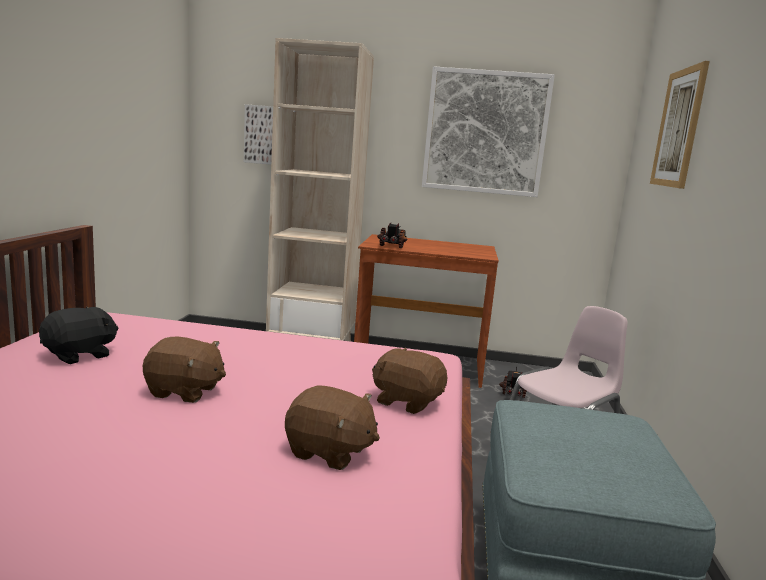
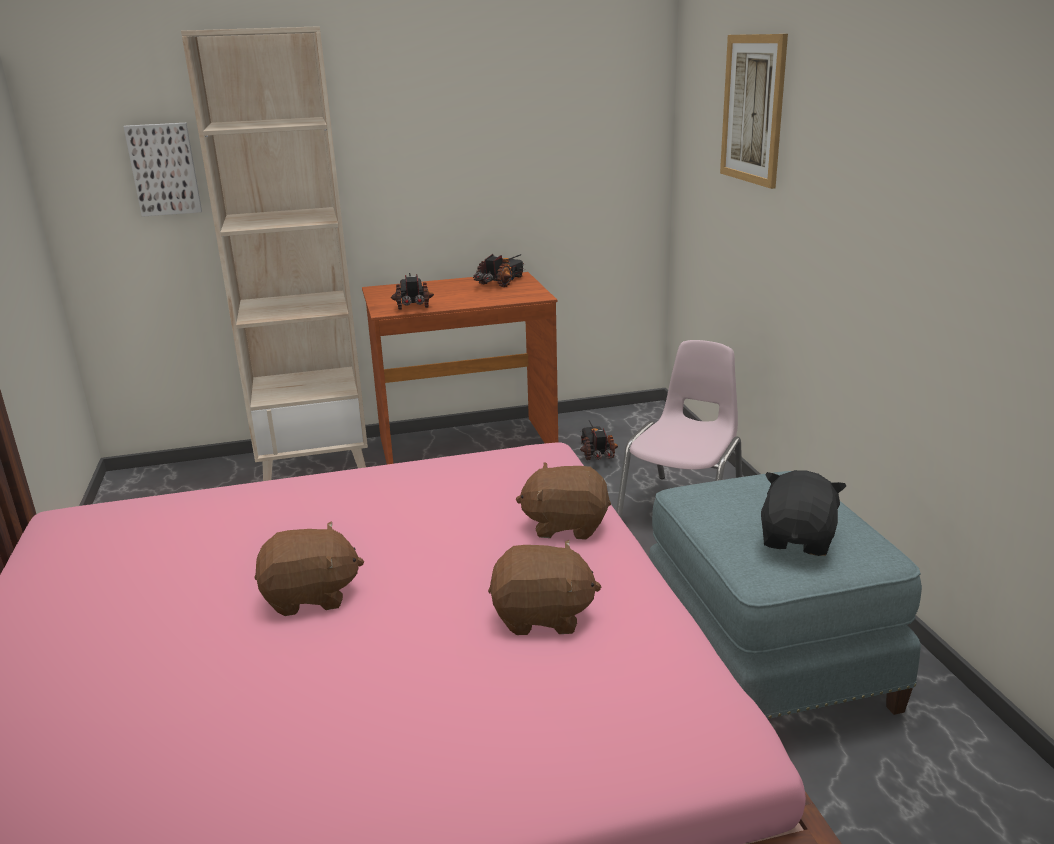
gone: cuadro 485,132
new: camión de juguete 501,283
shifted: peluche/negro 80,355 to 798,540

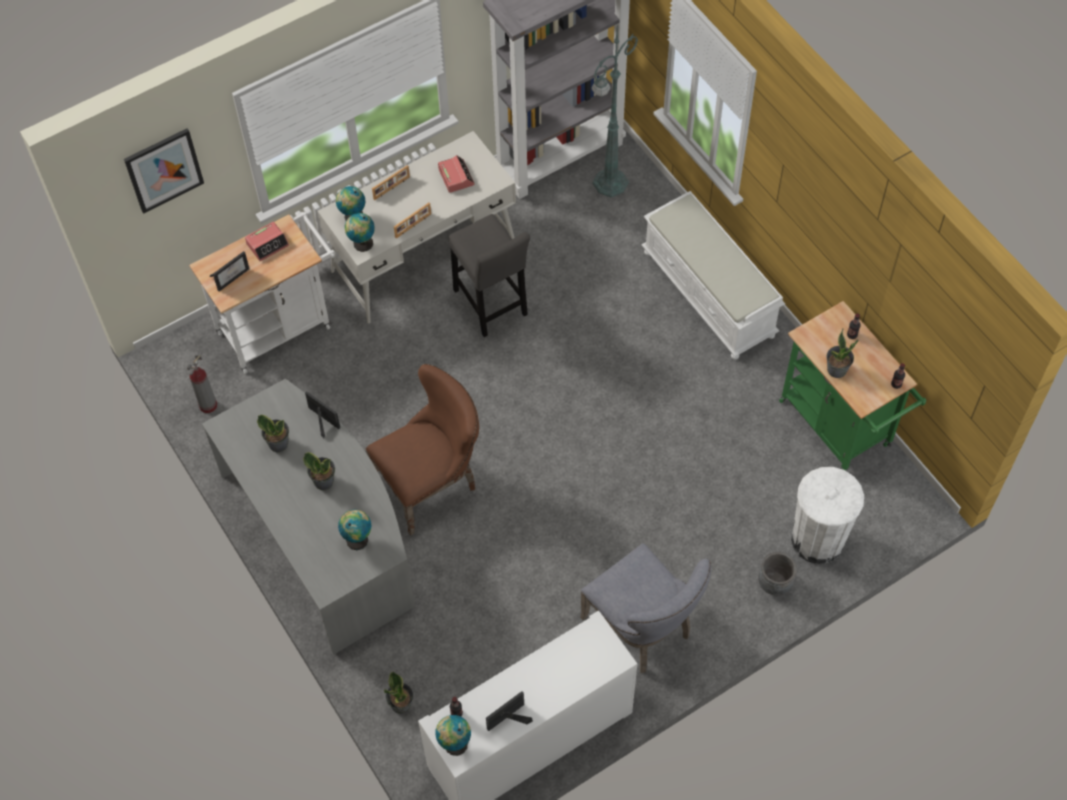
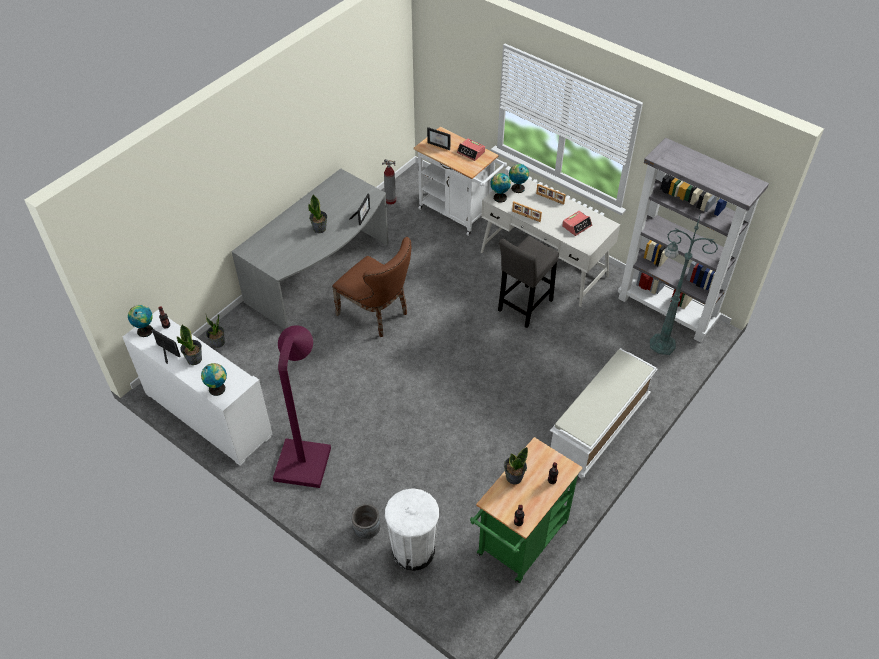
gone: cuadro 164,170
shifted: planta en maceta 278,443 to 194,359; globo terráqueo 357,538 to 218,389
swapped: silla/gris 643,629 to lámpara de pie/morado 305,456

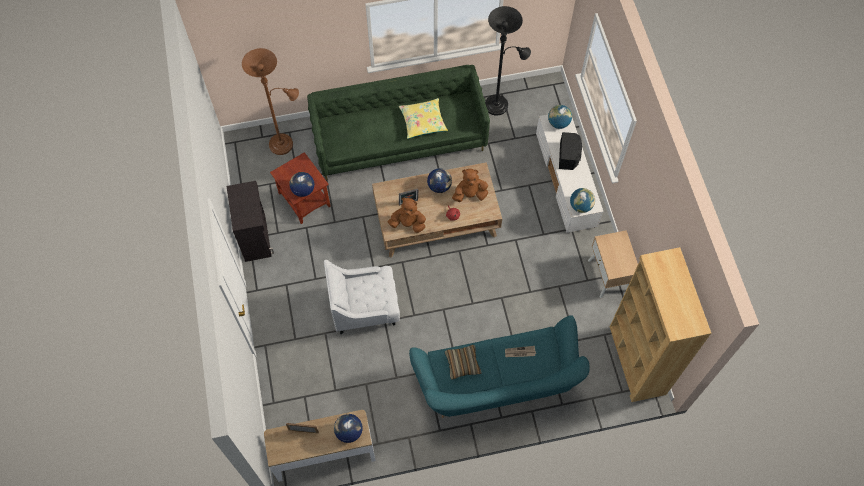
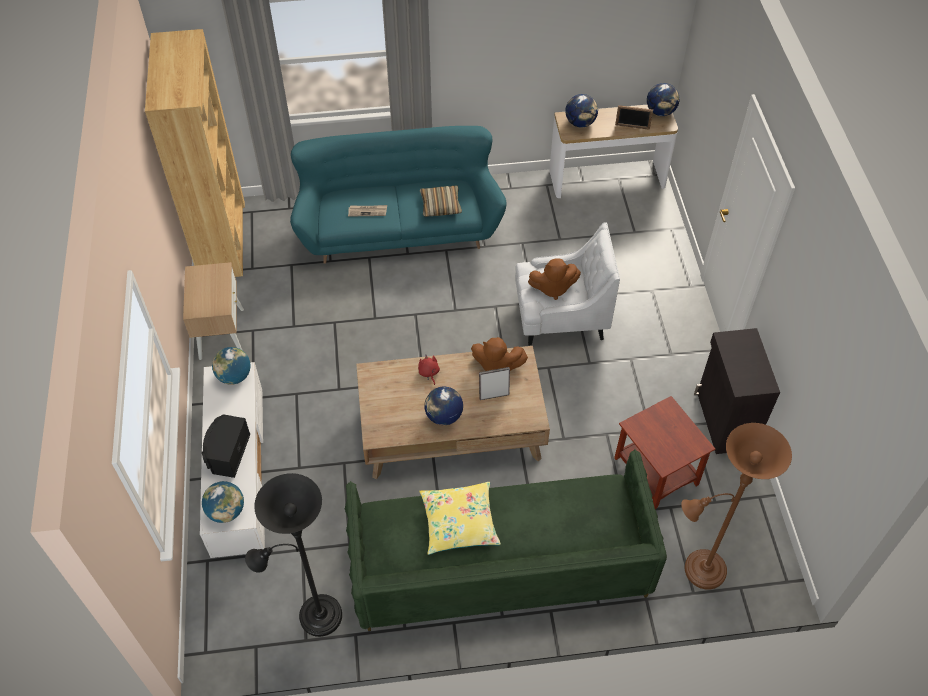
shifted: peluche/marrón 470,194 to 553,288; globo terráqueo 303,190 to 660,112

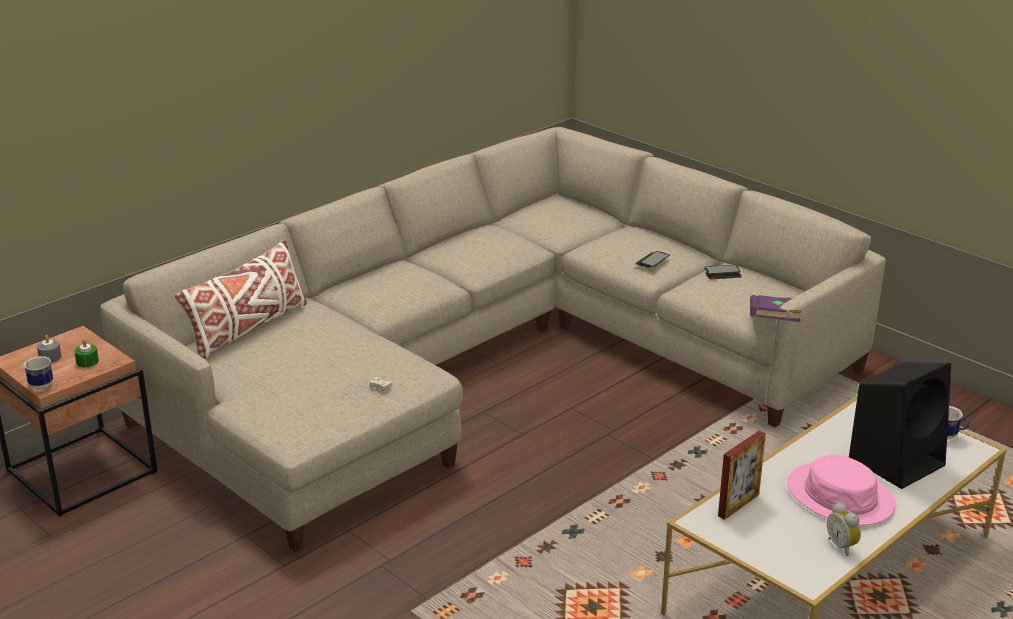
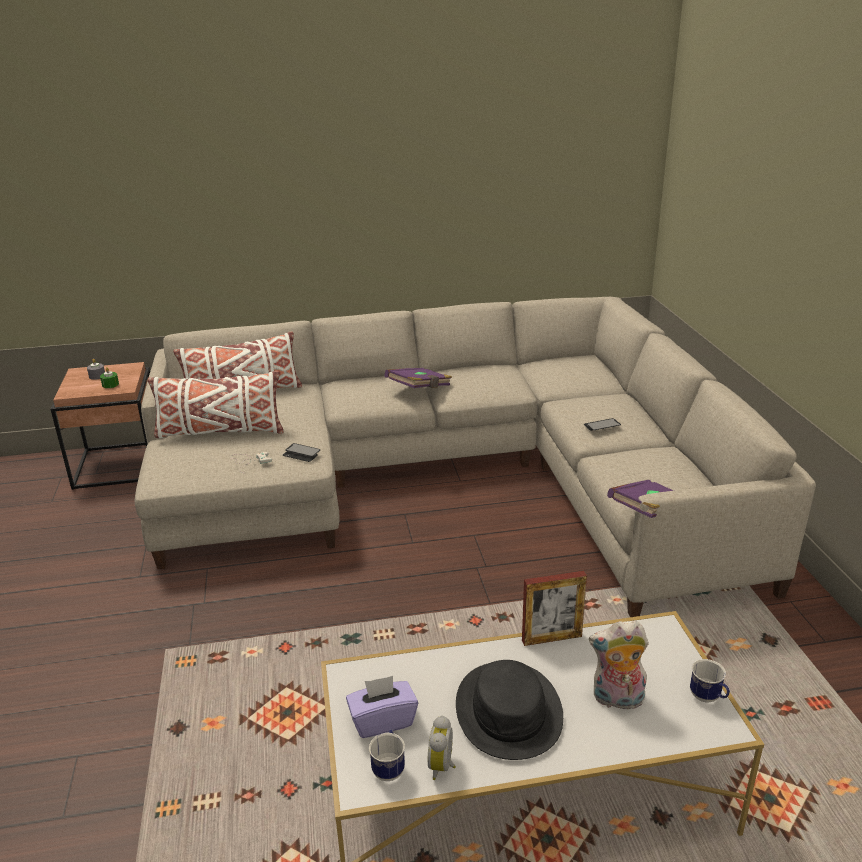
new: cojín/blanco 220,431; caja de pañuelos/morado 382,720; libro/morado 420,389
shifted: móvil 722,273 to 301,453; taza grande 40,384 to 389,768; portarretratos 738,505 to 551,638
swapped: altavoz/negro 897,460 to peluche 616,700
repainted: sombrero/rosa 840,496 to sombrero/negro 509,711

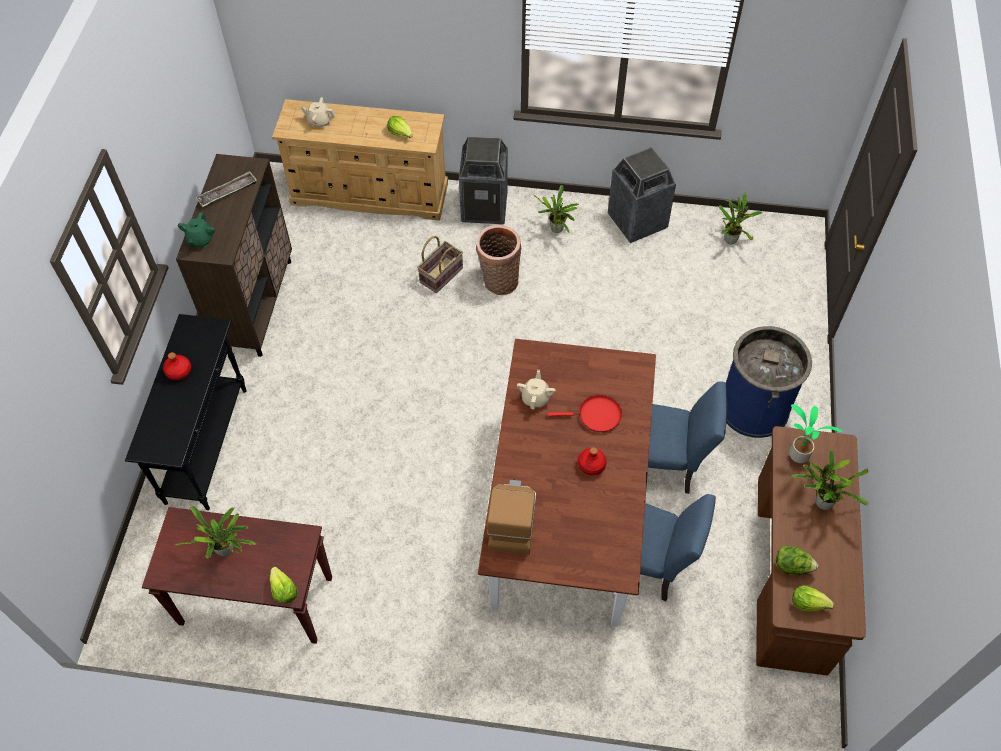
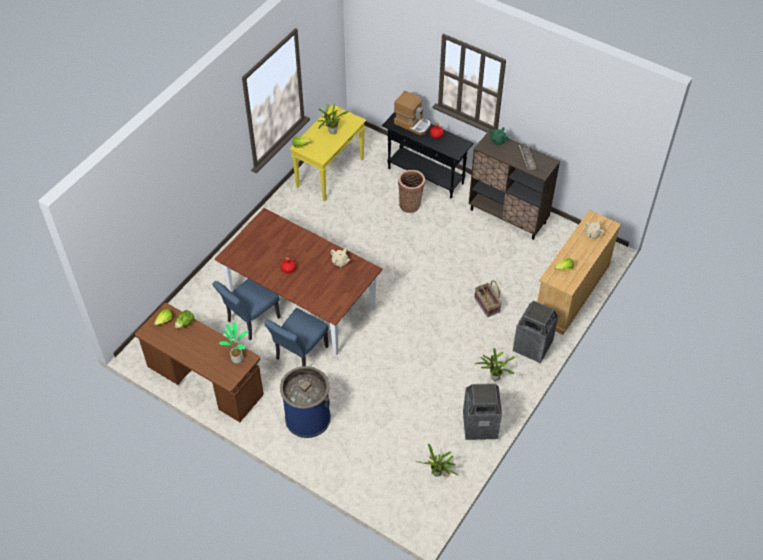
gone: sartén/rojo 596,415; planta en maceta 821,501
shifted: cafetera 511,521 to 412,123; cesta 498,281 to 410,204
repainted: mesa consola/marrón 255,601 to mesa consola/amarillo 330,173

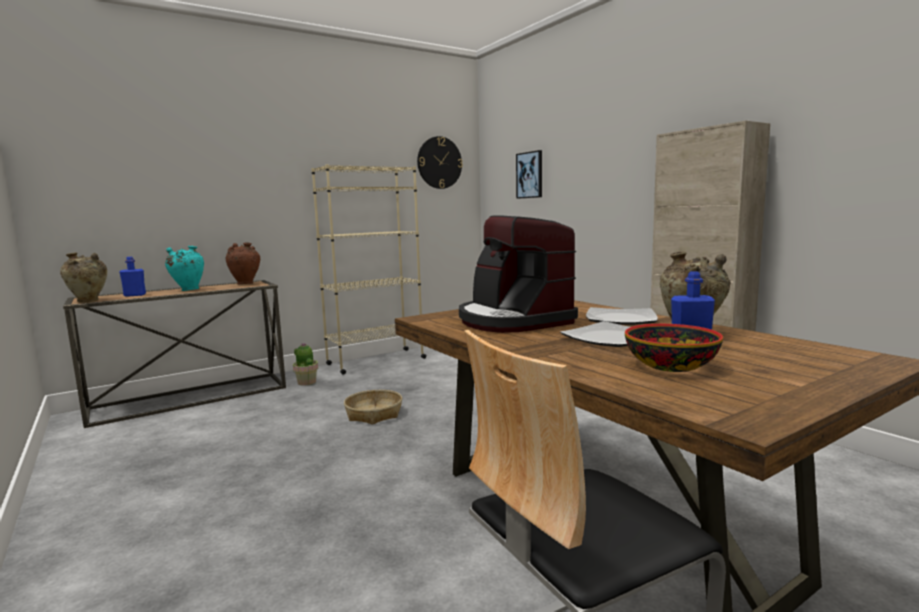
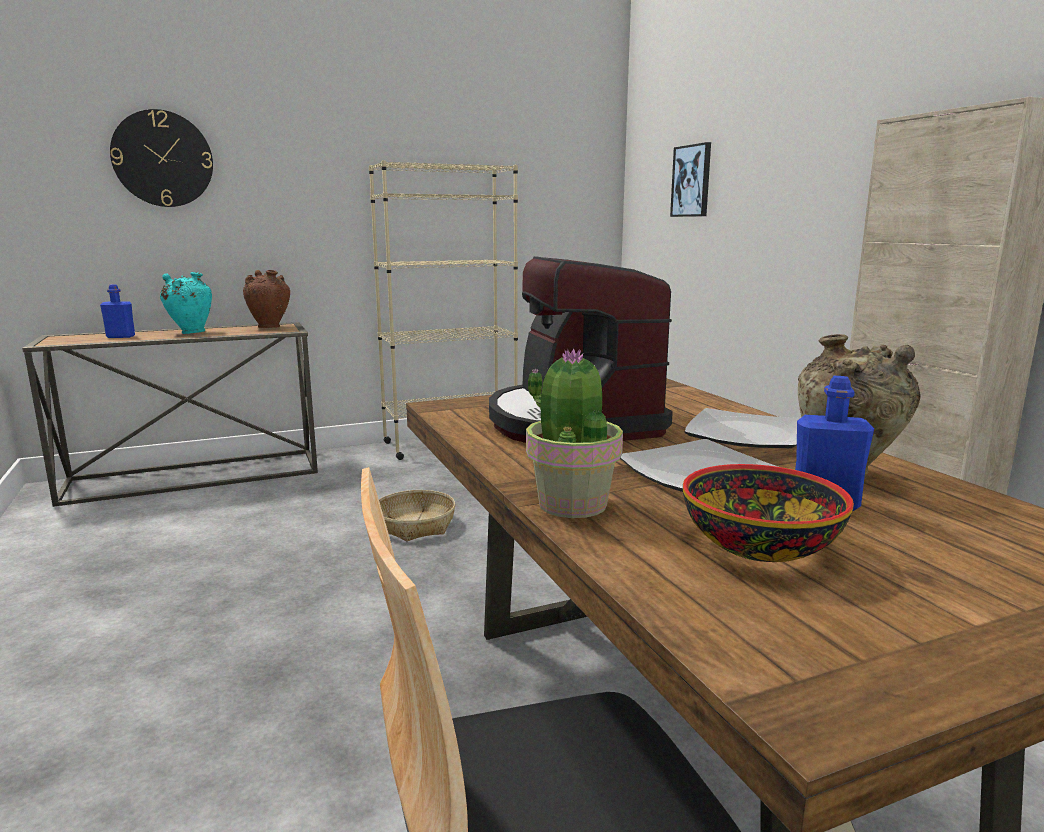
gone: florero/beis 89,301
shifted: reloj de pared 439,162 to 163,159; planta en maceta 307,382 to 572,504

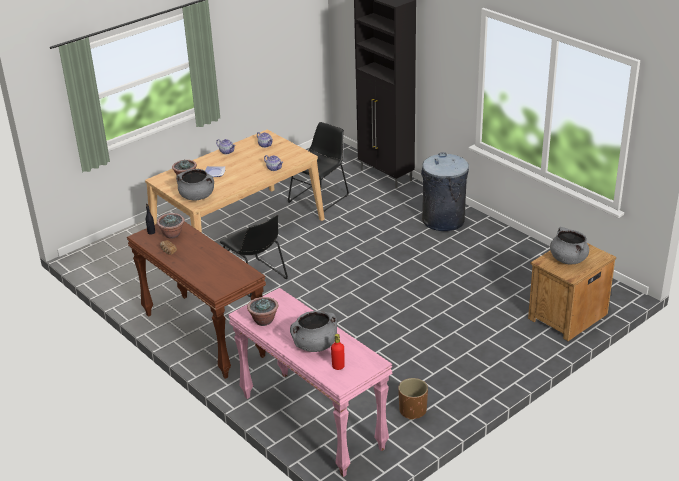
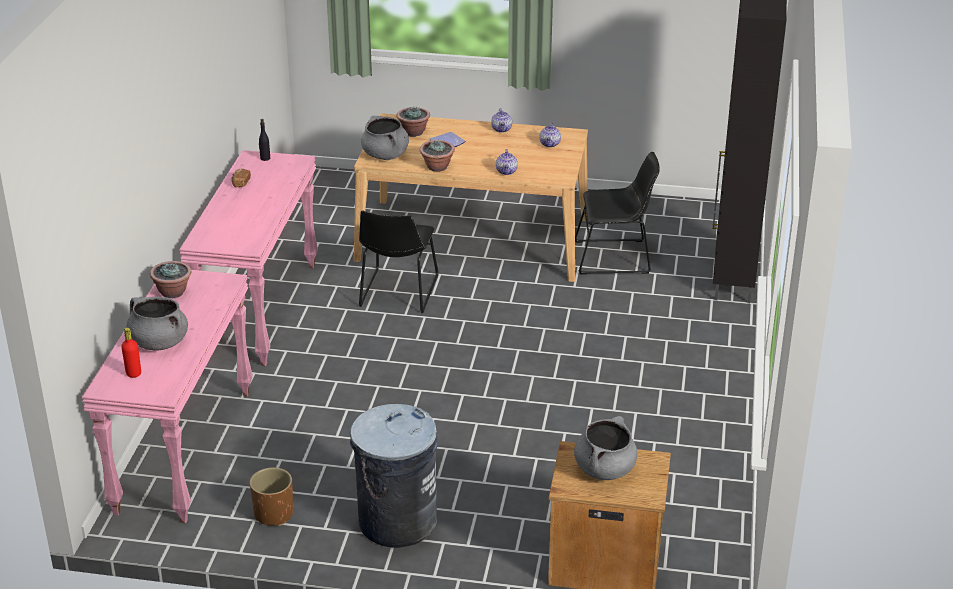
shifted: papelera/gris 443,220 to 396,521; planta en maceta 172,234 to 437,167
repainted: mesa consola/marrón 203,335 to mesa consola/rosa 259,310

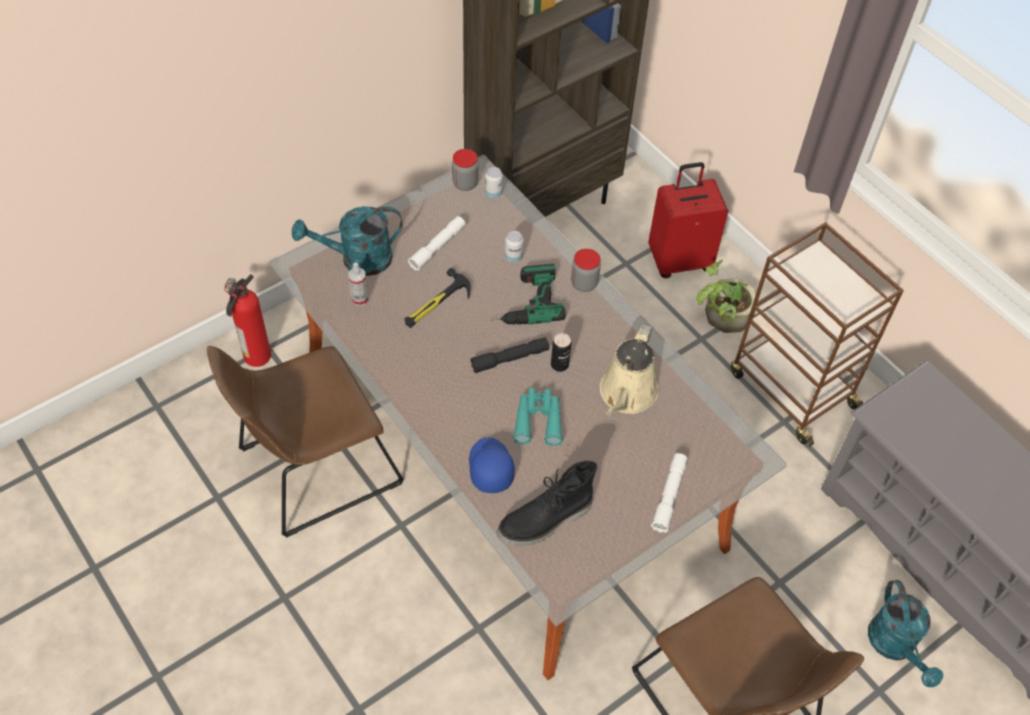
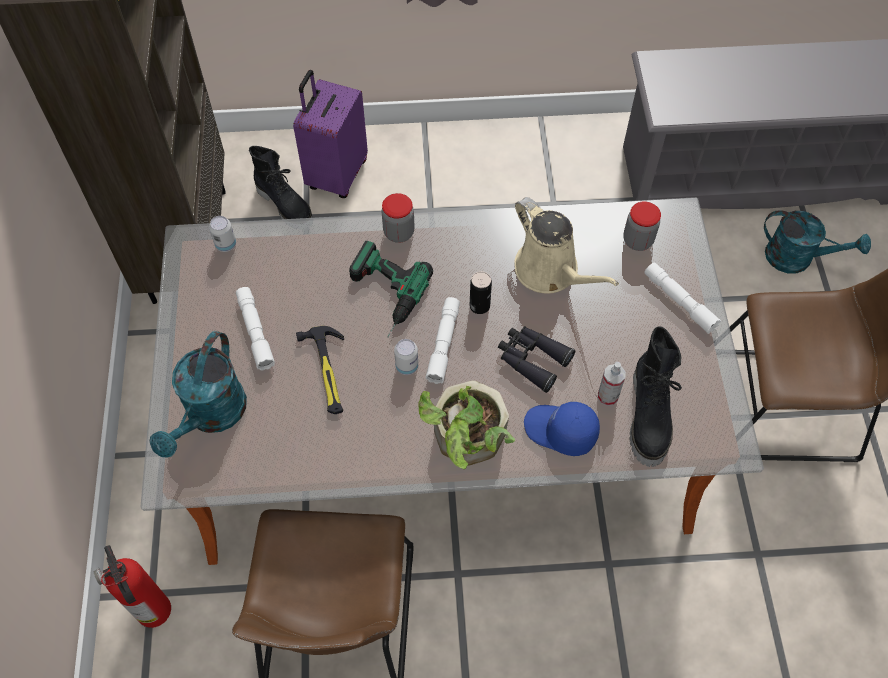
gone: carrito/marrón 791,388
new: bota/negro 286,205
shifted: lata 513,257 to 407,366; planta en maceta 721,315 to 465,442; pulverizador 359,299 to 607,396; tarro 465,183 to 637,240
repainted: maleta/rojo 679,260 to maleta/morado 336,175; linterna/negro 510,359 to linterna/blanco 443,344; prismáticos/turquesa 538,420 to prismáticos/negro 532,359

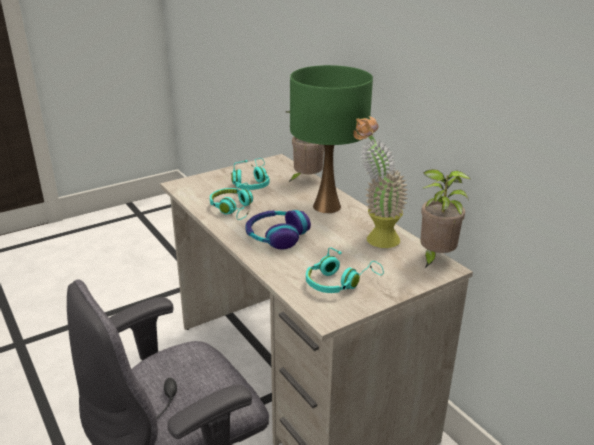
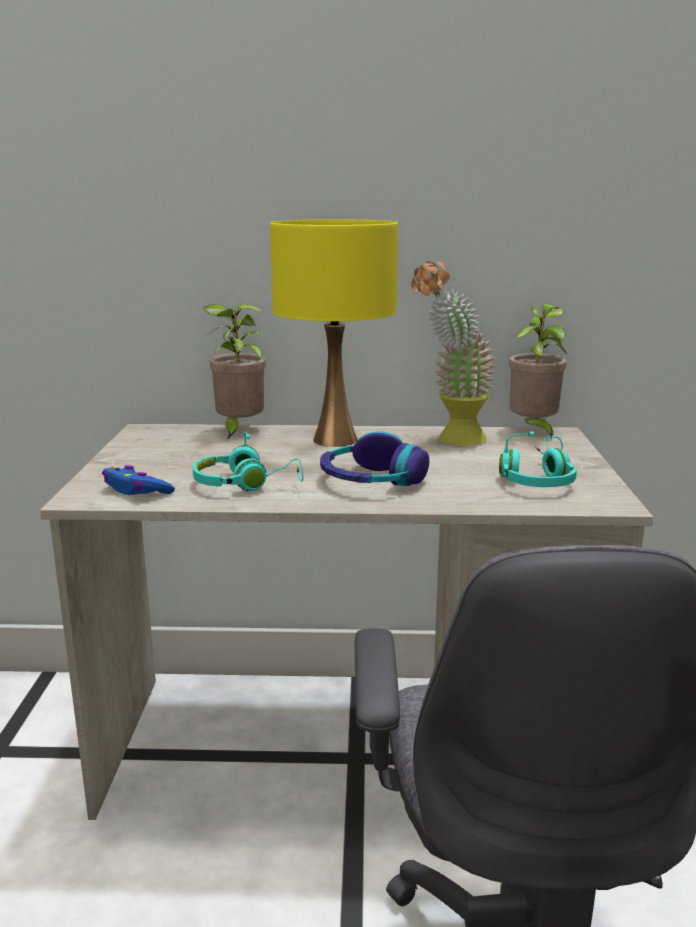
gone: auriculares/turquesa 251,183
new: mando de consola/azul 136,491
repainted: lámpara de mesa/verde 326,206 to lámpara de mesa/amarillo 335,440

